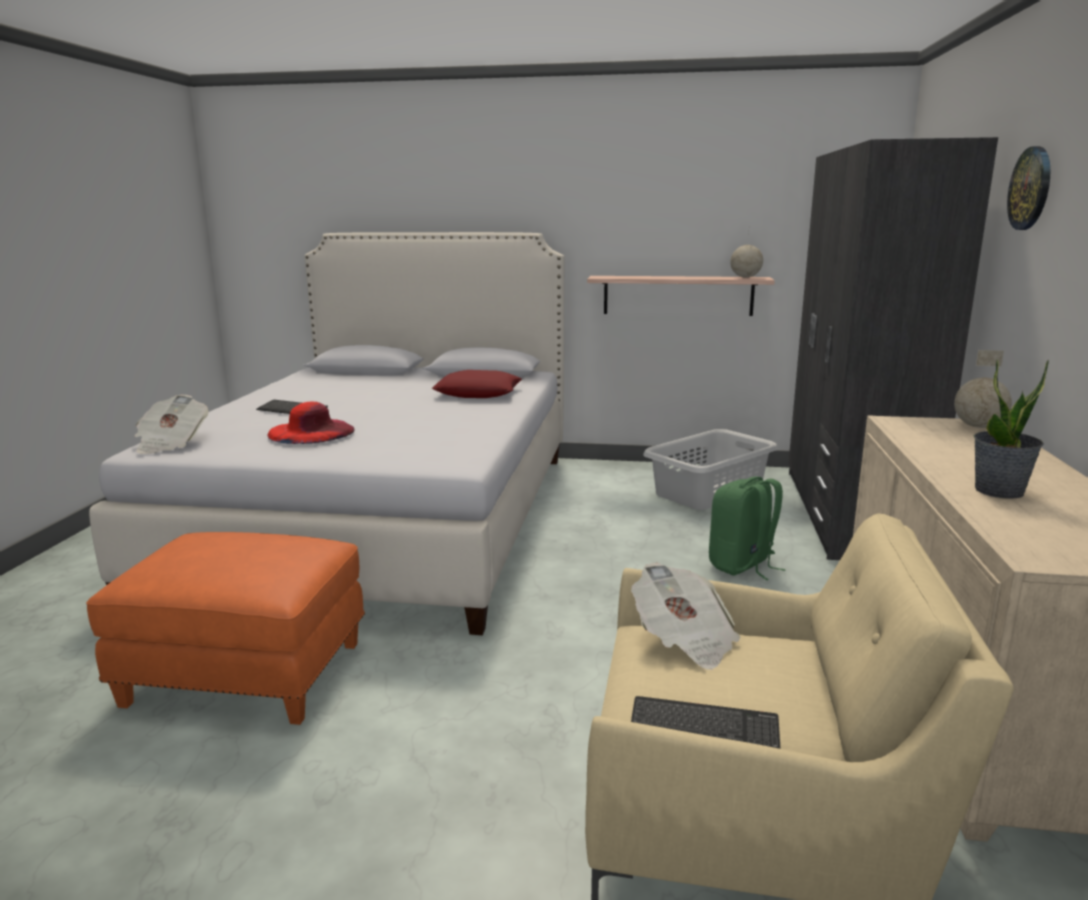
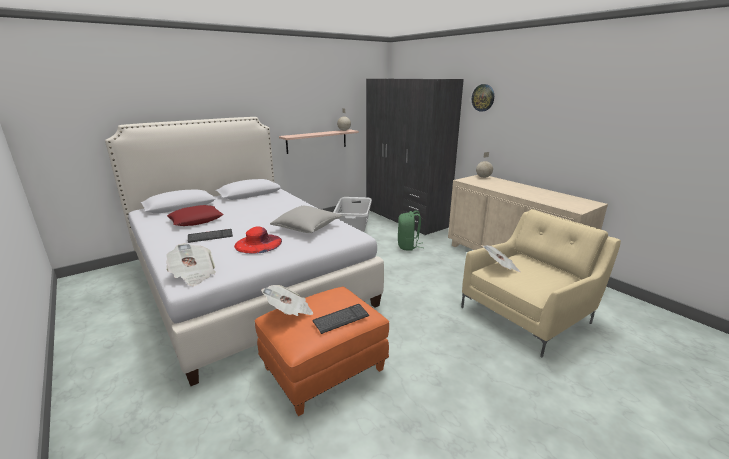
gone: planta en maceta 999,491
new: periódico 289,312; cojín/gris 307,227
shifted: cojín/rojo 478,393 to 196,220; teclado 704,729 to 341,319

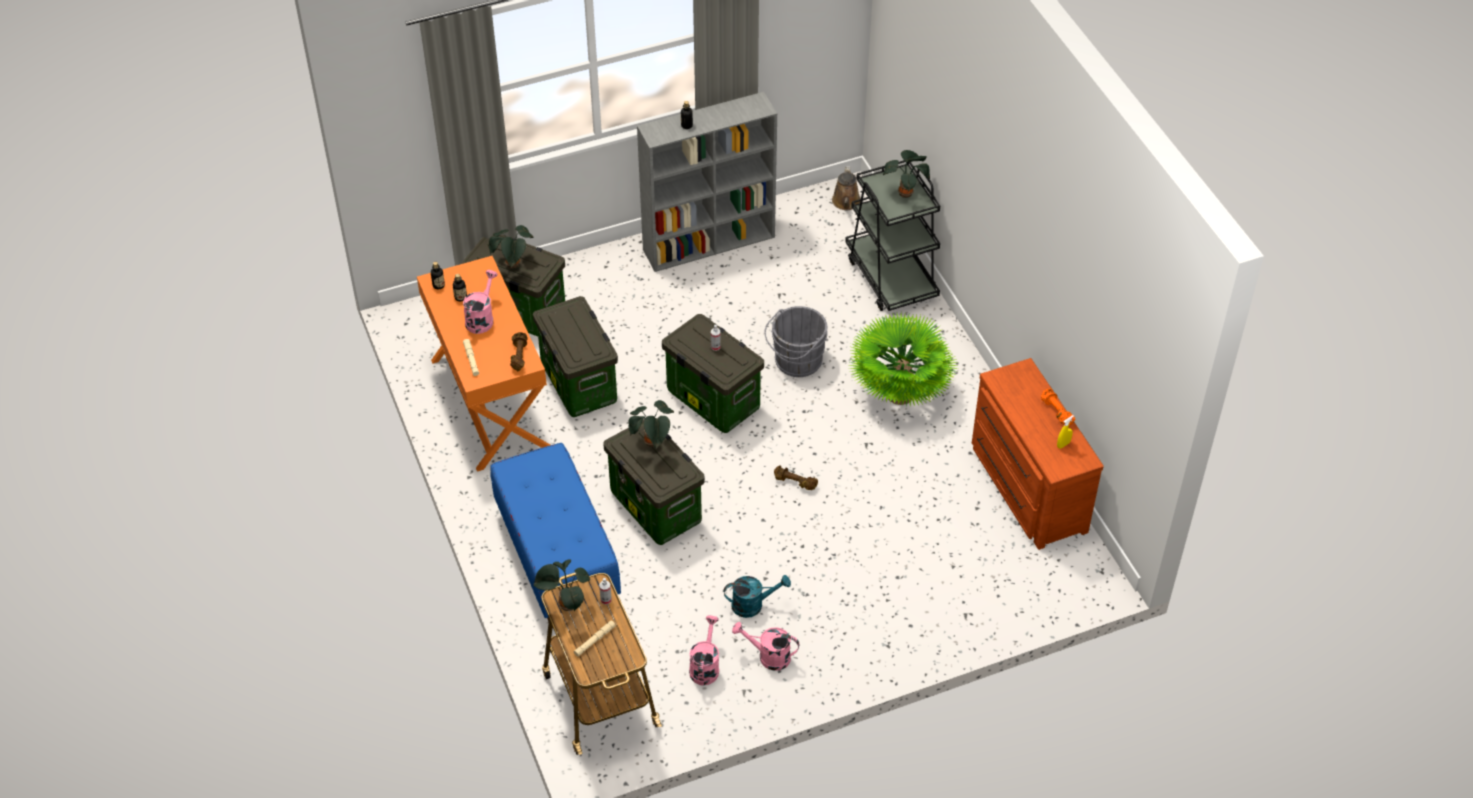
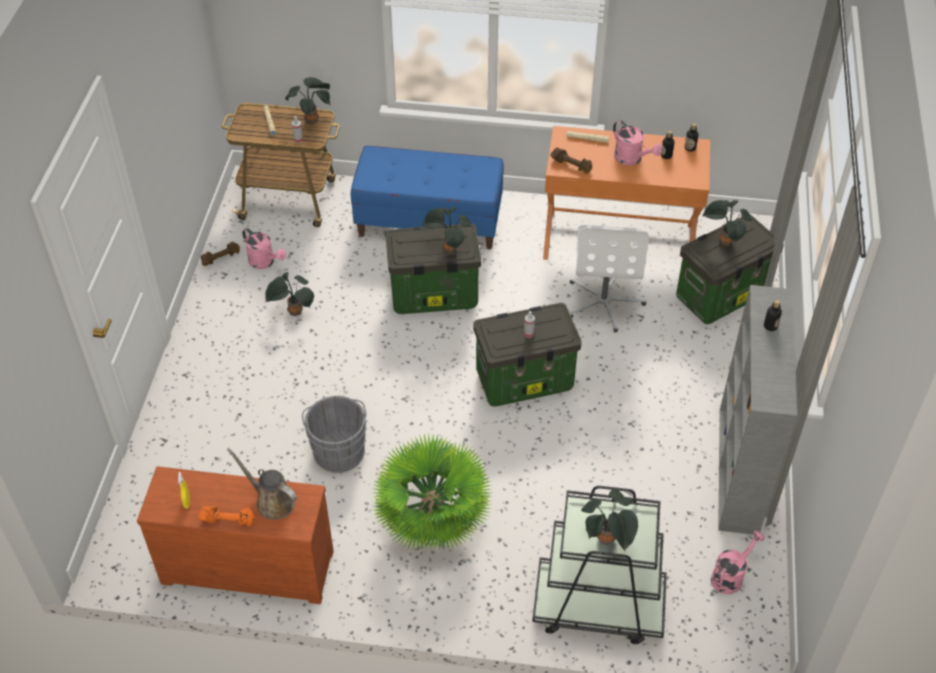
shifted: mancuerna/marrón 794,483 to 220,258; regadera/marrón 846,203 to 272,501; cubo/gris 796,362 to 338,449; regadera/rosa 768,656 to 730,575
swapped: regadera/turquesa 753,604 to planta en maceta 293,312; caja de almacenaje 580,384 to silla de oficina/blanco 604,302

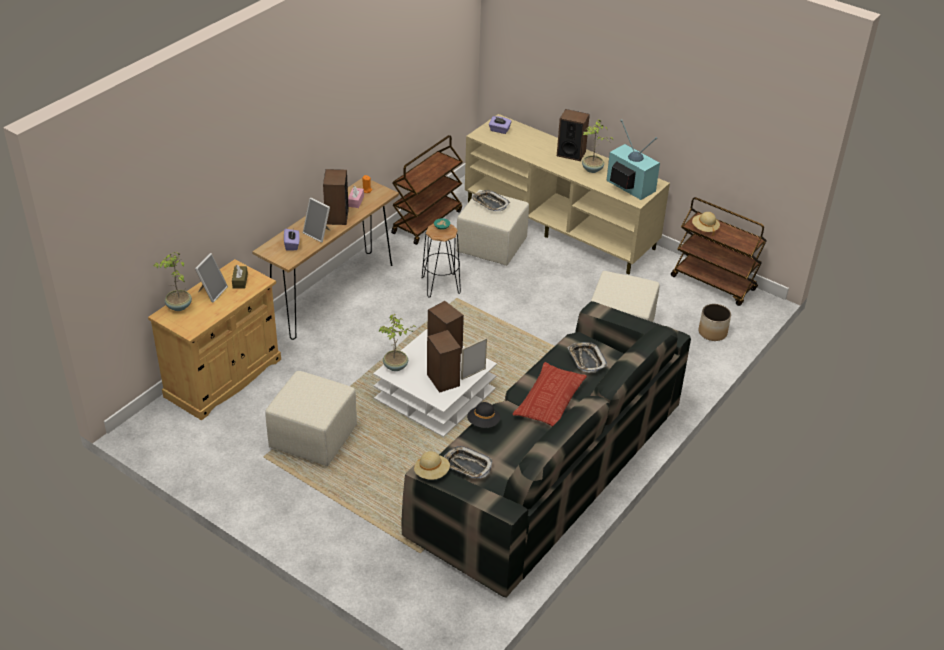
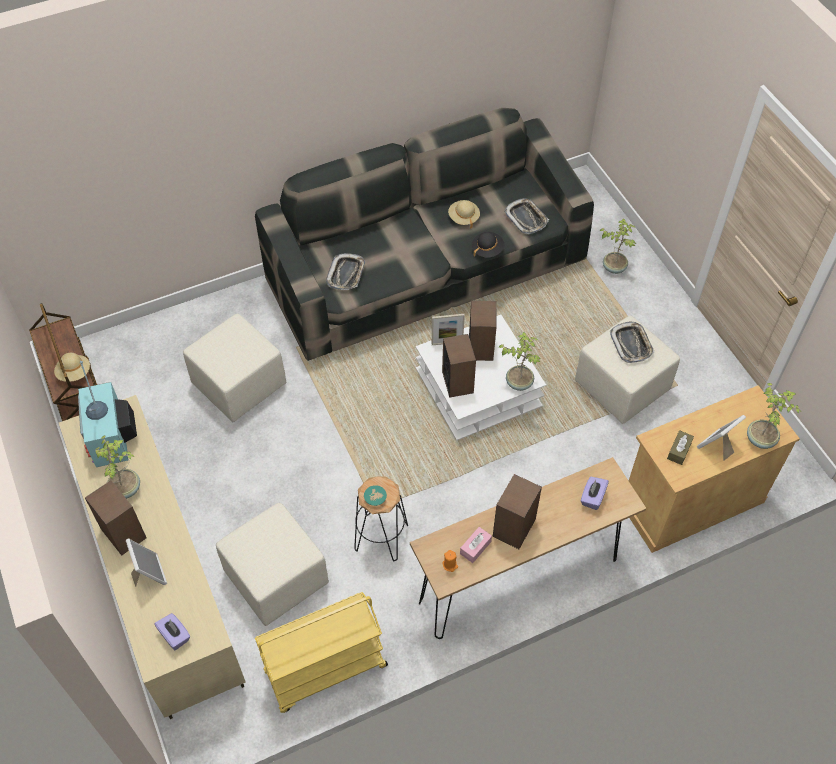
gone: cojín 549,400; maceta 712,332
new: planta en maceta 614,267
shifted: portarretratos 318,234 to 149,573; sombrero/beis 432,473 to 463,218; bandeja 490,203 to 631,344
repainted: carrito/marrón 427,221 to carrito/amarillo 325,670

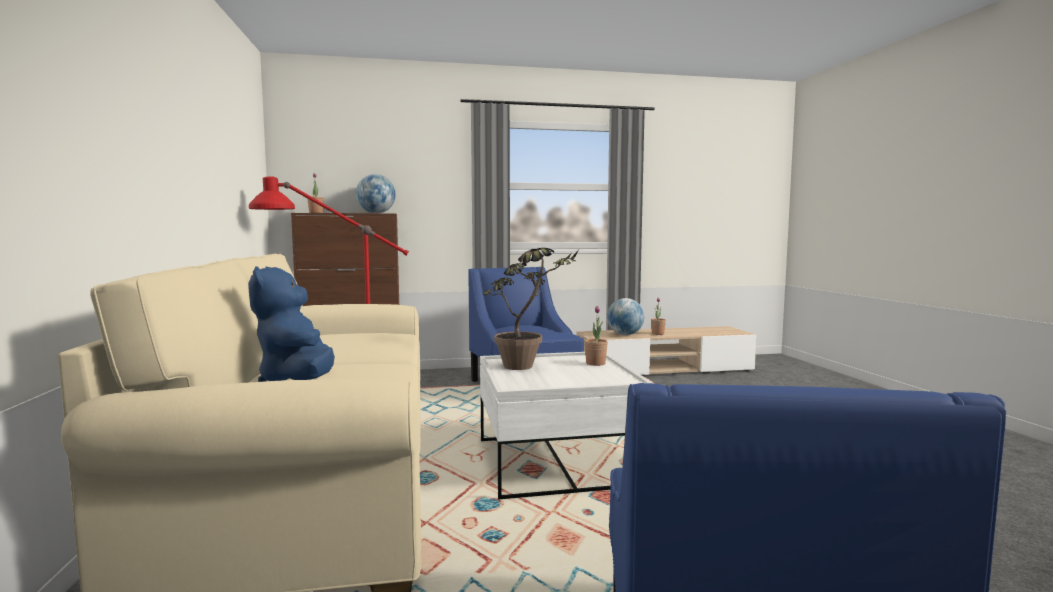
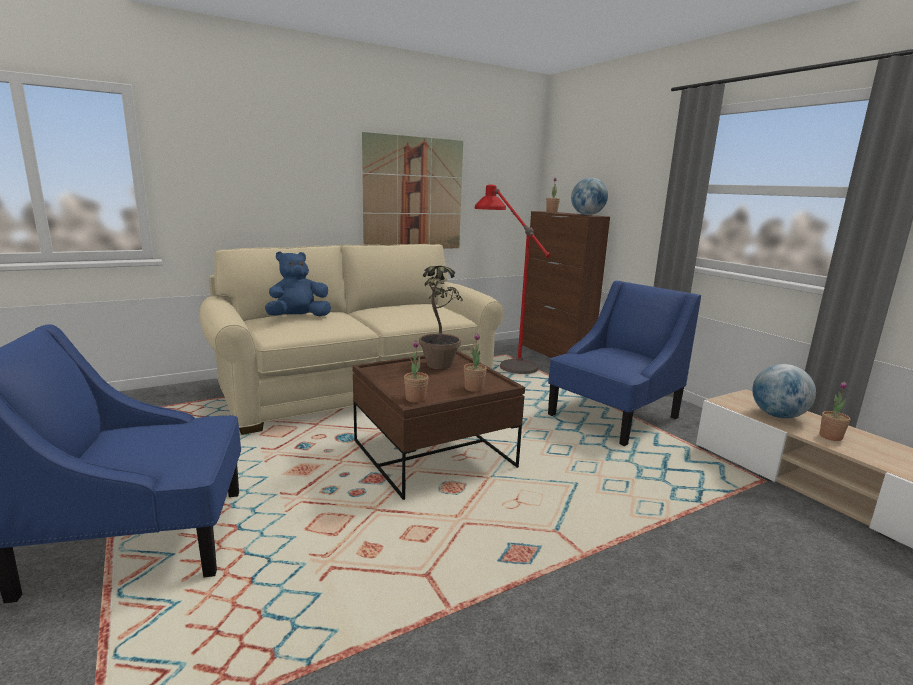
new: cuadro 414,194; planta en maceta 415,399
repainted: mesa de centro/blanco 557,462 to mesa de centro/marrón 433,454

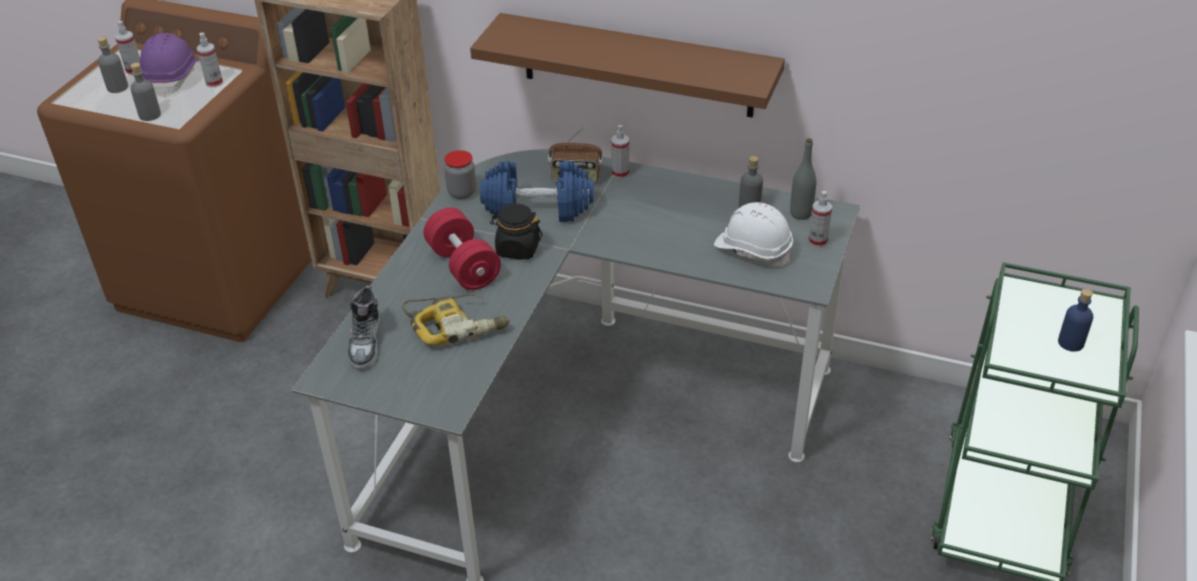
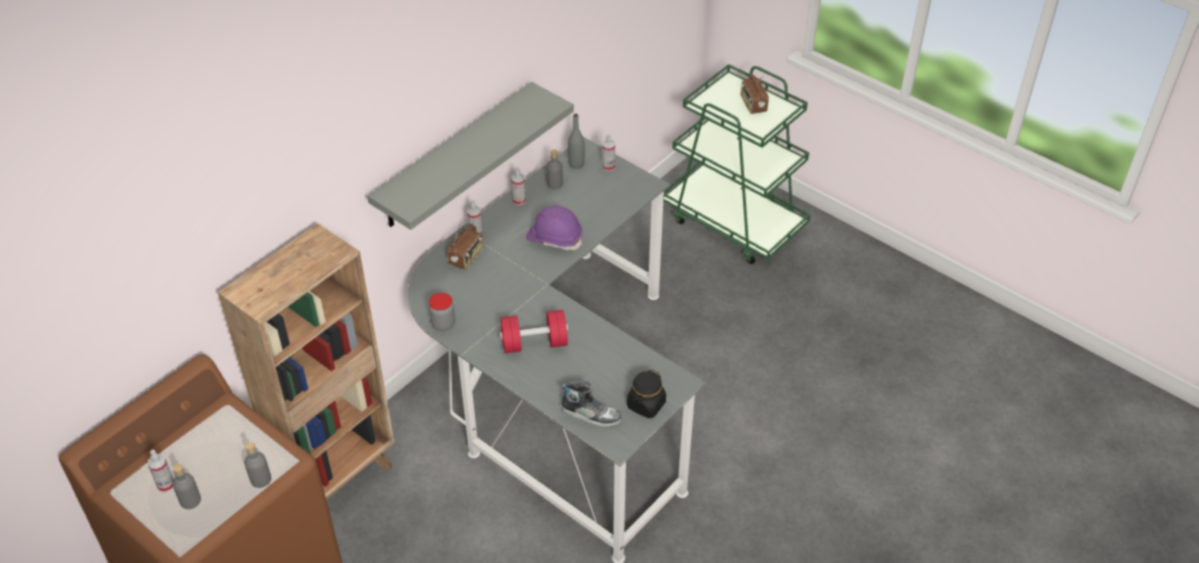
gone: taladro 457,324; mancuerna/azul 538,208; casco/blanco 753,249
shifted: pulverizador 214,82 to 519,200; casco/morado 173,77 to 554,238; tarro/negro 517,249 to 646,405
swapped: botella/azul 1070,343 to radio 753,105
repainted: estante/marrón 637,65 to estante/gris 455,157

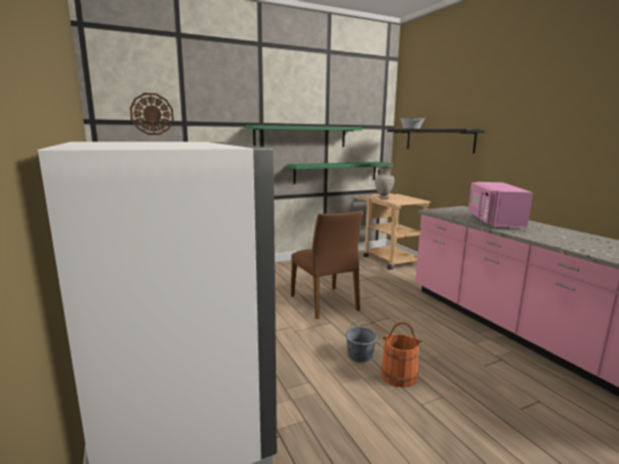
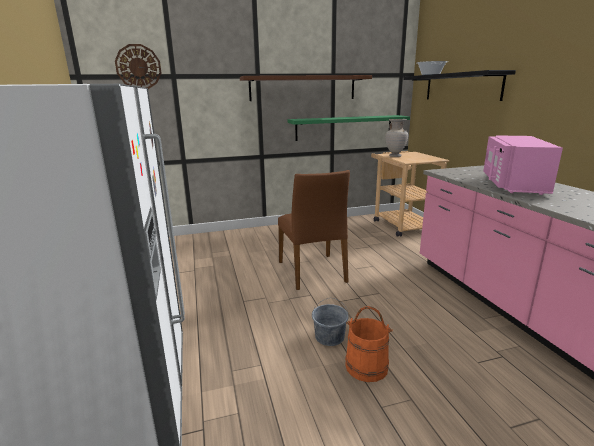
repainted: estante/verde 301,136 to estante/marrón 303,88

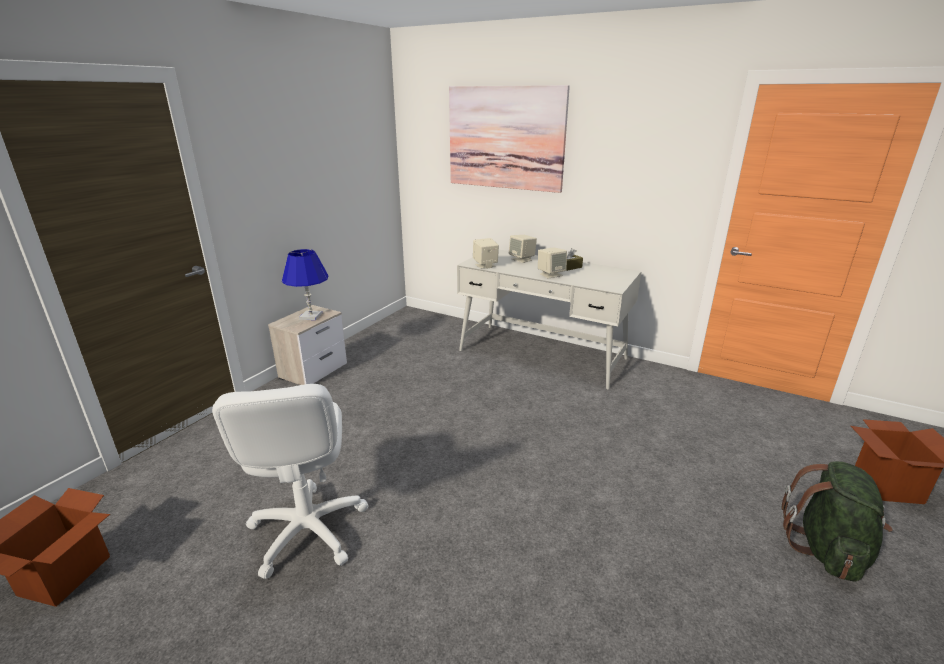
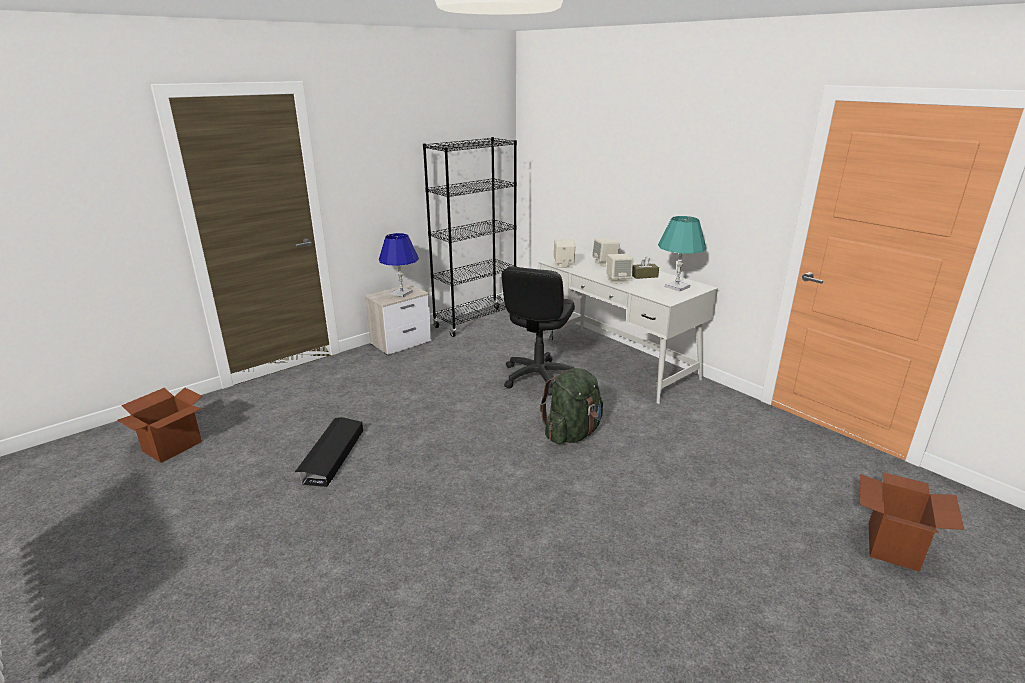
gone: cuadro 505,138
new: estantería/negro 475,322; silla de oficina/negro 538,377; lámpara de mesa/turquesa 677,287
shifted: mochila/verde 826,549 to 572,433
swapped: silla de oficina/blanco 307,530 to caja de almacenaje/negro 331,456

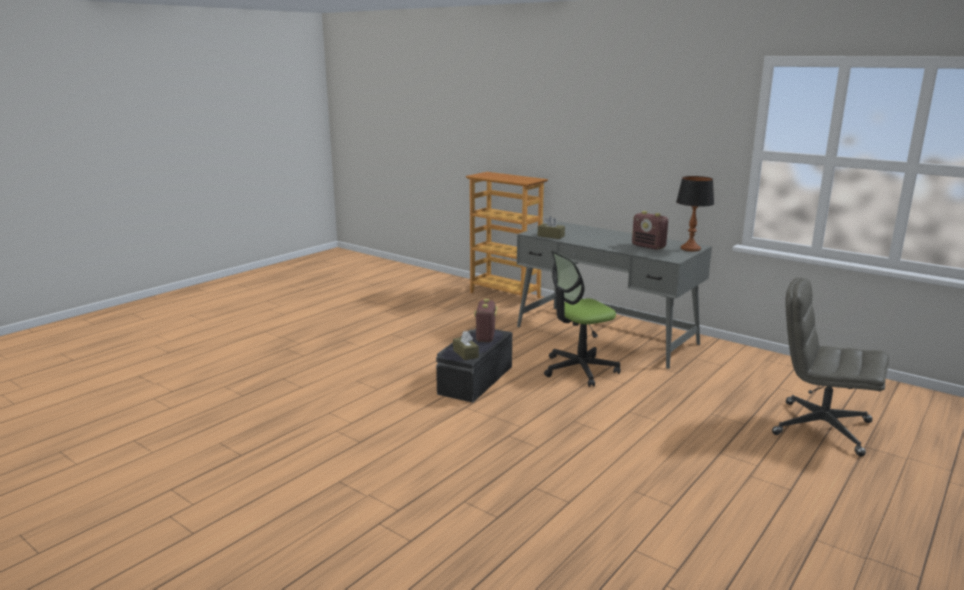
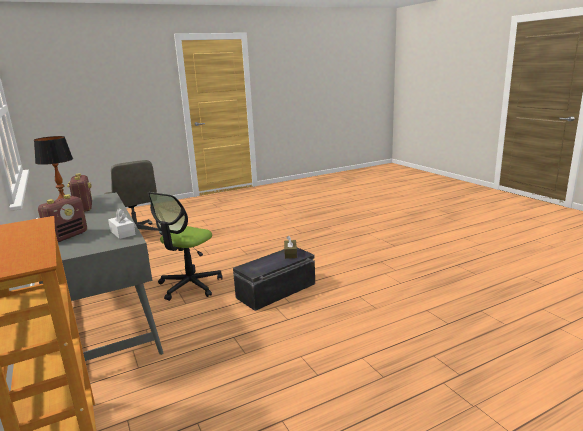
shifted: radio 485,337 to 67,236
repainted: caja de pañuelos/marrón 551,236 to caja de pañuelos/blanco 122,233
rotated: silla de oficina 579,369 = 190,286 120 degrees clockwise

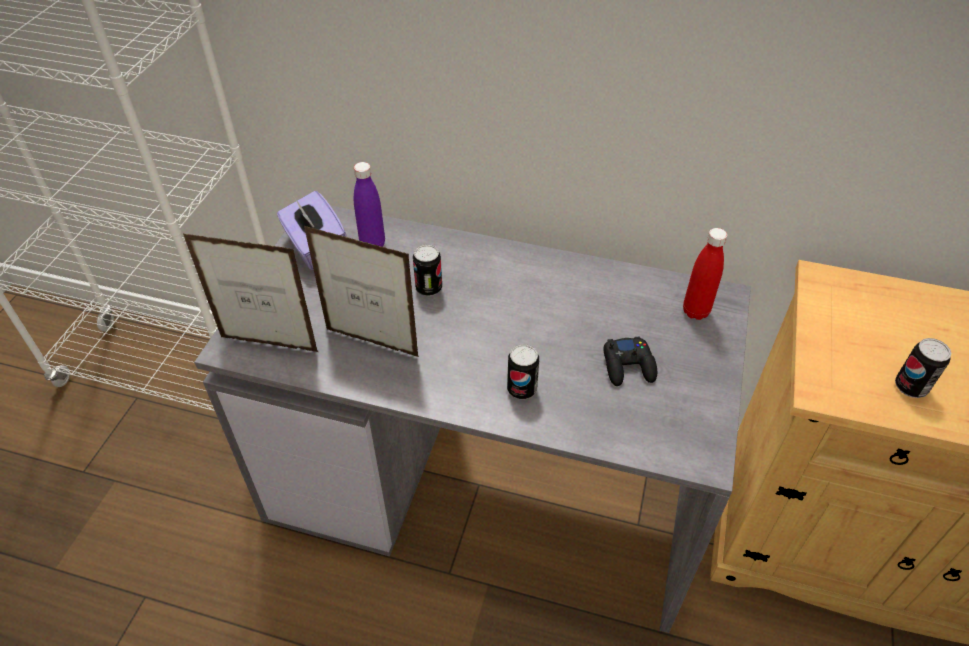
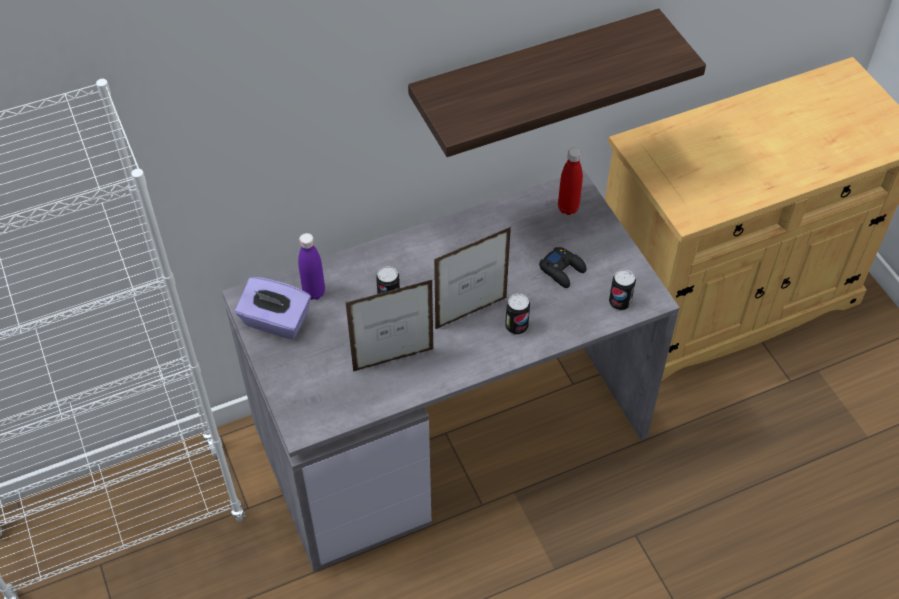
new: estante 534,76
shifted: portarretratos 269,344 to 471,313; lata 910,387 to 620,302

